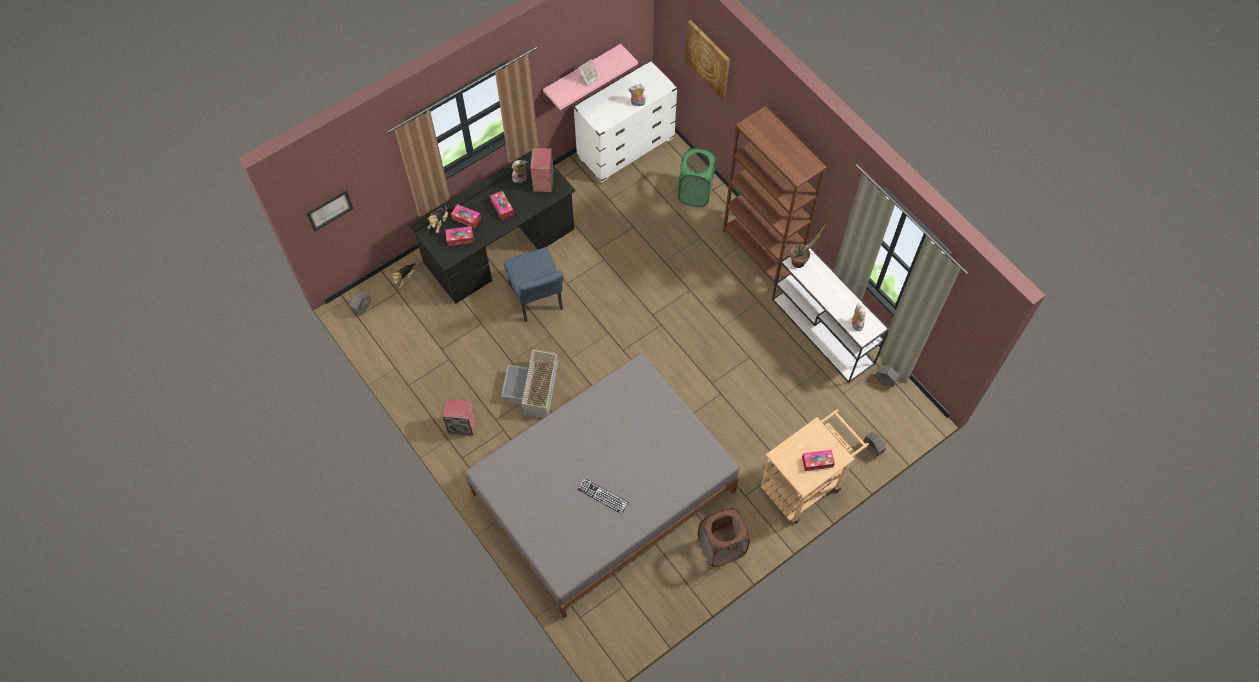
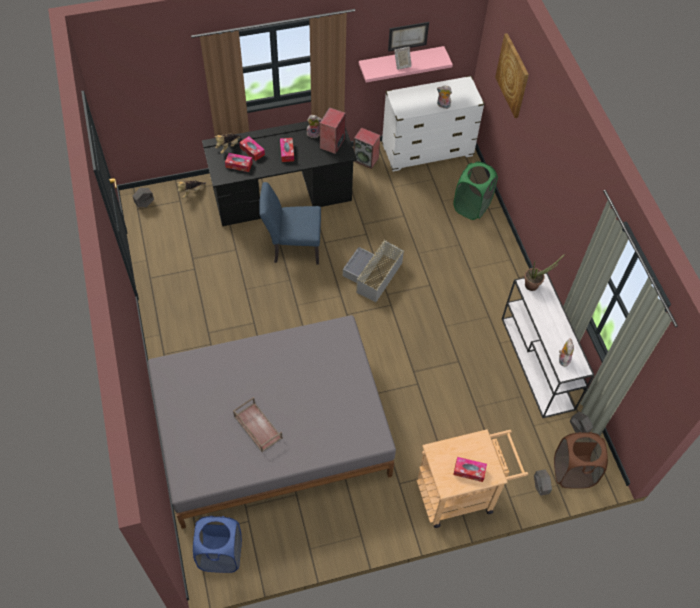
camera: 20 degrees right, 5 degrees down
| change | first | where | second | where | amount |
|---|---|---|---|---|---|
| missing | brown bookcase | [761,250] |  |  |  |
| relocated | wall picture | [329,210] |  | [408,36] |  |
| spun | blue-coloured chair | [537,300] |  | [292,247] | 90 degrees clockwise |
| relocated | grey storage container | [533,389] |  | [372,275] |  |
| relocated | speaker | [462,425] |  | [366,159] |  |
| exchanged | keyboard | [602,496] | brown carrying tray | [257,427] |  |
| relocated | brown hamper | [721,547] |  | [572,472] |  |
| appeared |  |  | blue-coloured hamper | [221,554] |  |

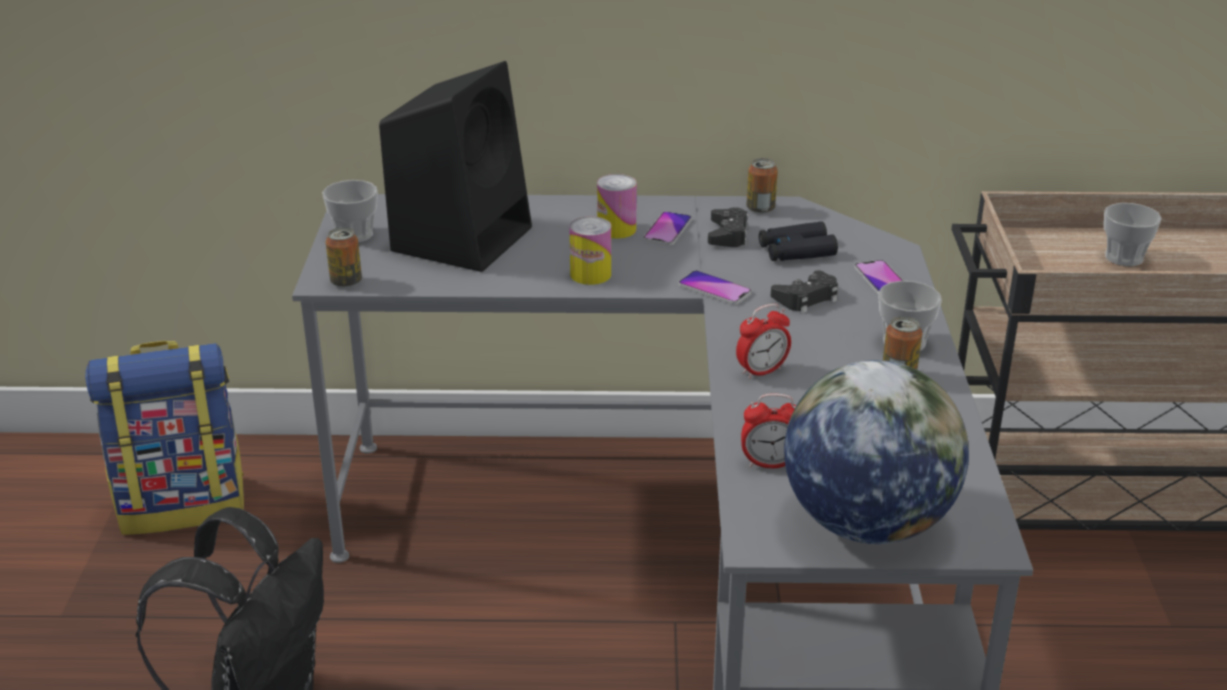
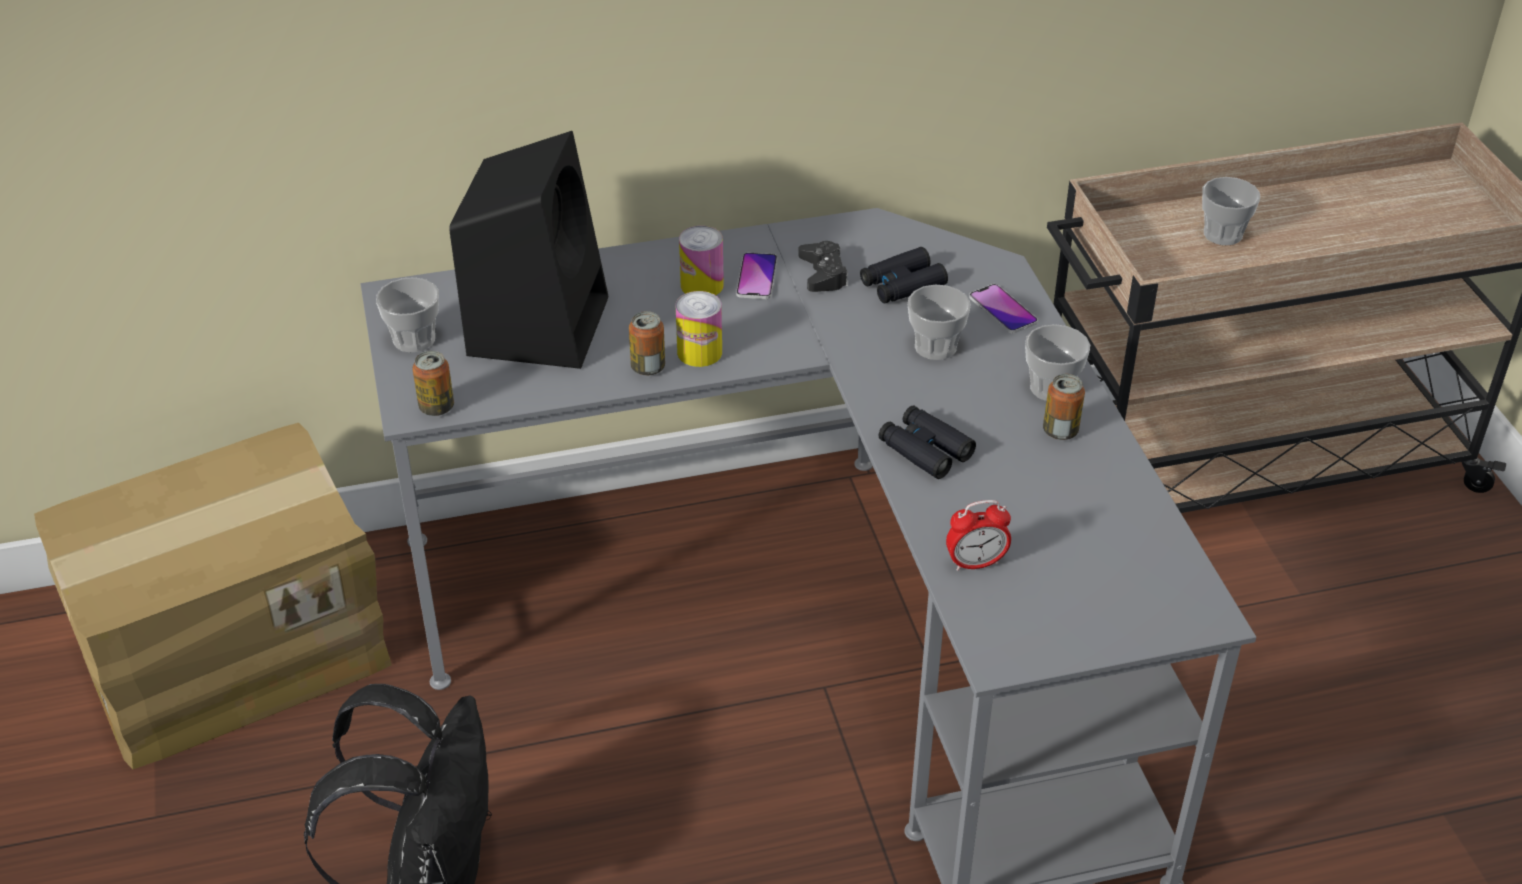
camera: 15 degrees left, 10 degrees up
| change | first | where | second | where | amount |
|---|---|---|---|---|---|
| relocated | metal can | [760,209] |  | [648,367] |  |
| missing | phone | [714,289] |  |  |  |
| exchanged | black joypad | [806,298] | small cup | [935,347] |  |
| exchanged | table clock | [761,371] | black binoculars | [925,450] |  |
| exchanged | rucksack | [183,504] | packing box | [234,652] |  |
| missing | globe | [866,523] |  |  |  |

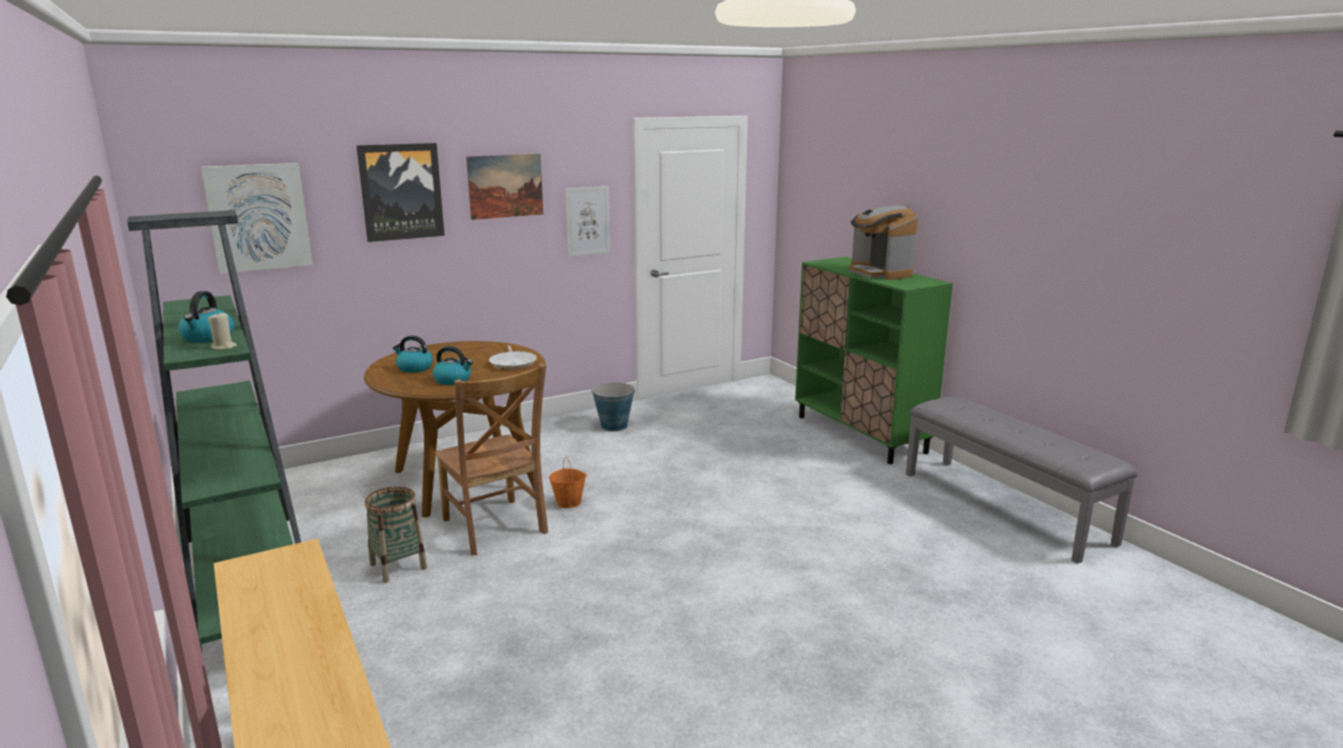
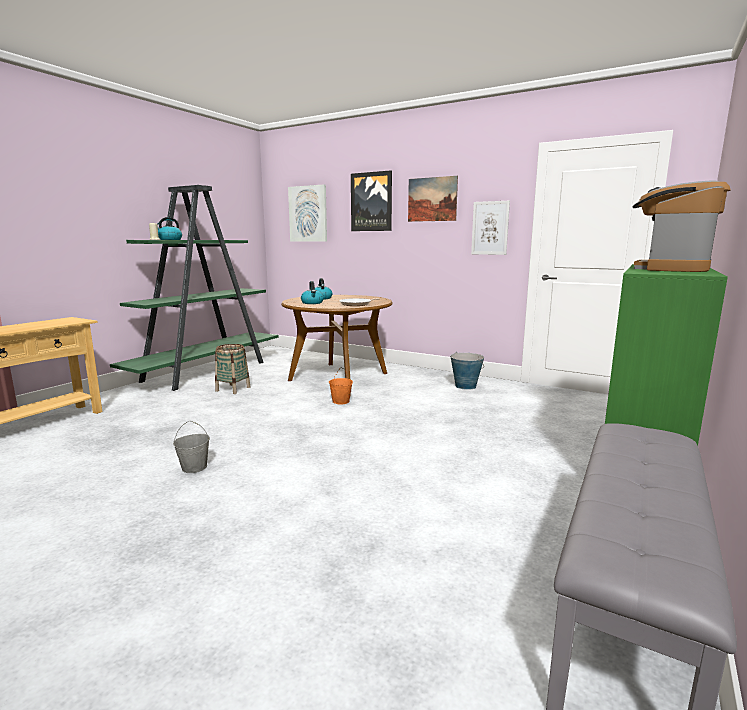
camera: 60 degrees right, 5 degrees down
| change | first | where | second | where | amount |
|---|---|---|---|---|---|
| missing | brown chair | [495,528] |  |  |  |
| appeared |  |  | grey water bucket | [194,467] |  |

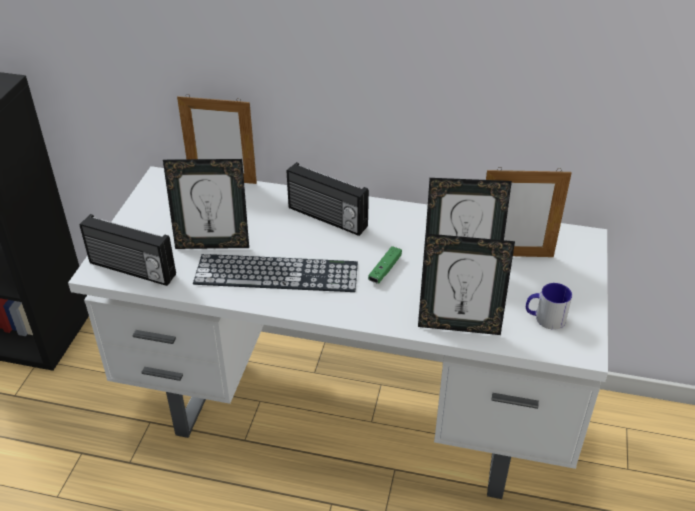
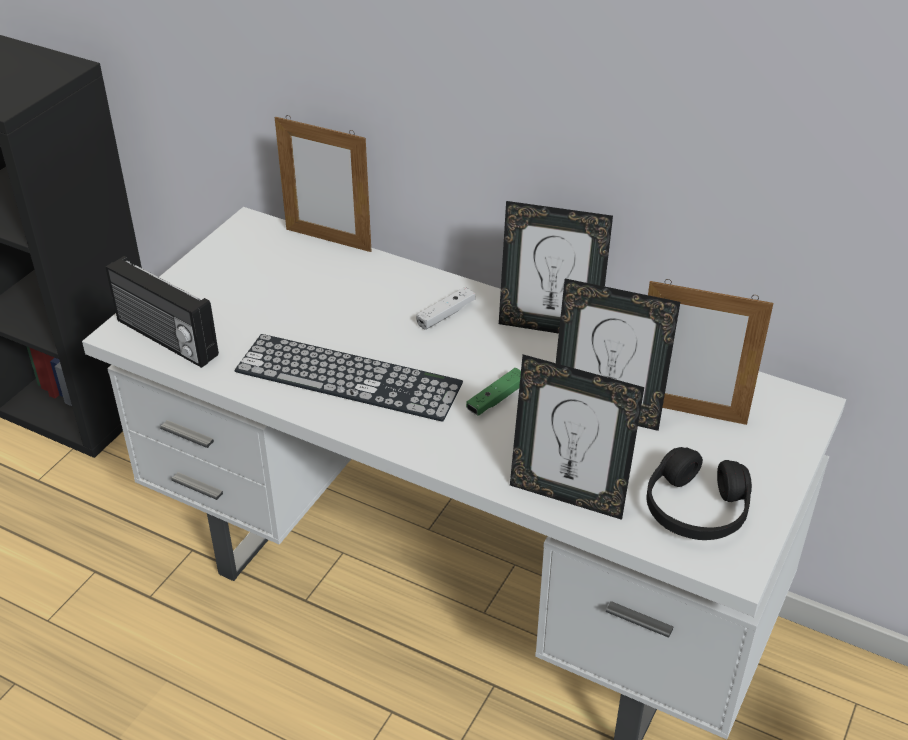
camera: 15 degrees right, 0 degrees up
| change | first | where | second | where | amount |
|---|---|---|---|---|---|
| relocated | picture frame | [212,244] |  | [549,326] |  |
| exchanged | radio set | [326,218] | white joypad | [446,314] |  |
| exchanged | tea mug | [544,318] | black headphones | [696,509] |  |

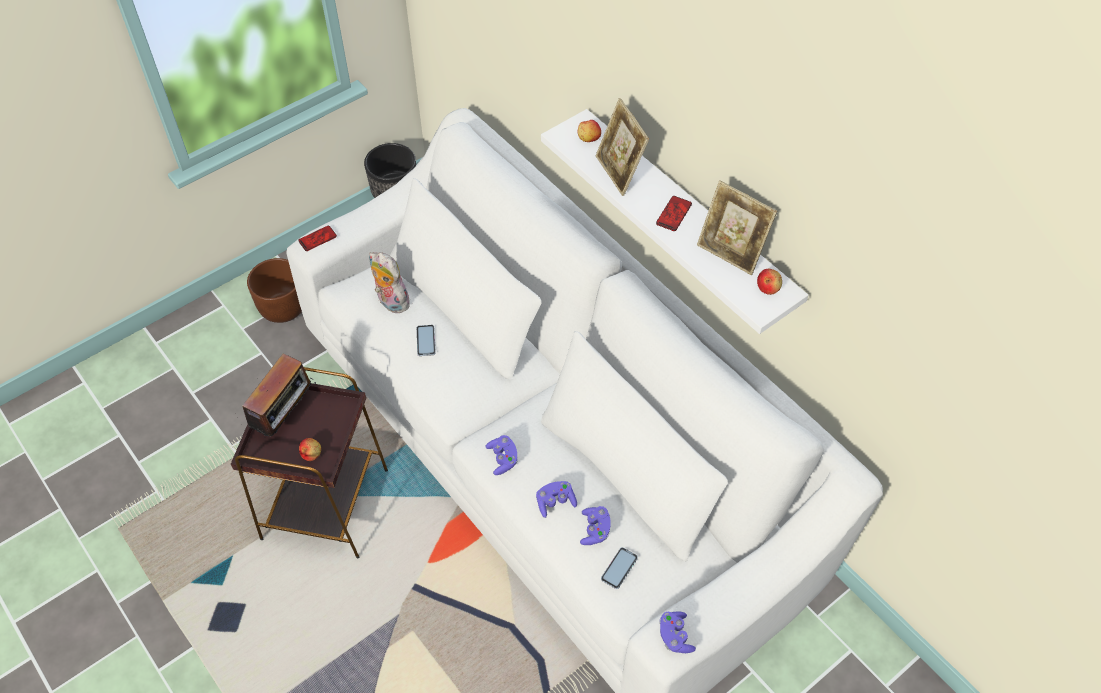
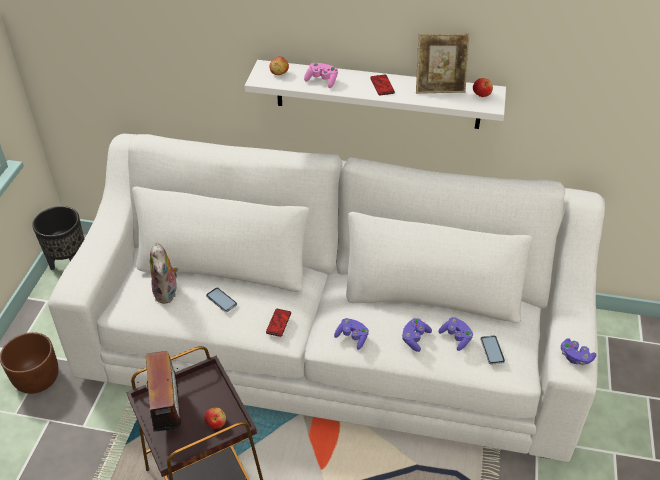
camera: 40 degrees left, 10 degrees down
| change | first | where | second | where | amount |
|---|---|---|---|---|---|
| exchanged | picture frame | [619,172] | pinkish joypad | [322,81] |  |
| relocated | phone | [317,239] |  | [278,323] |  |
| spun | soft toy | [390,302] |  | [167,293] | 105 degrees counterclockwise |

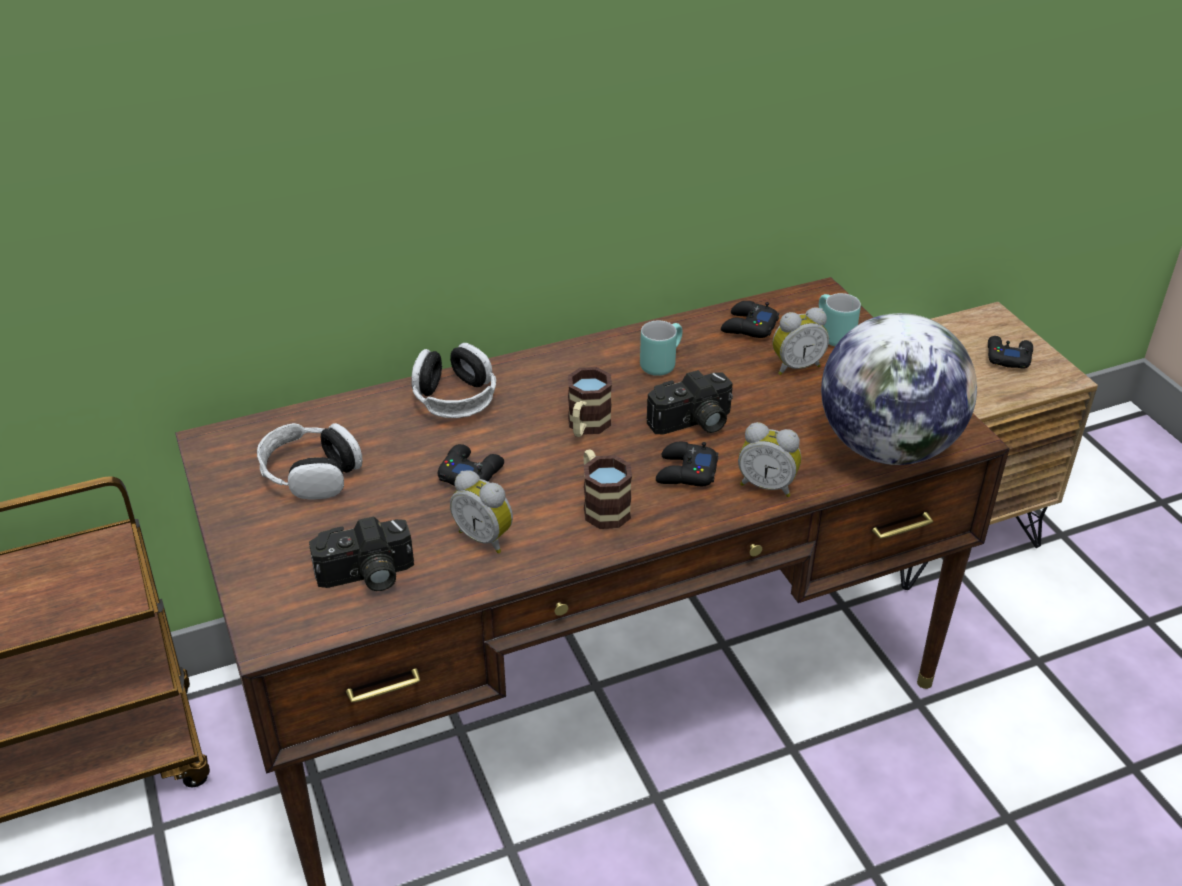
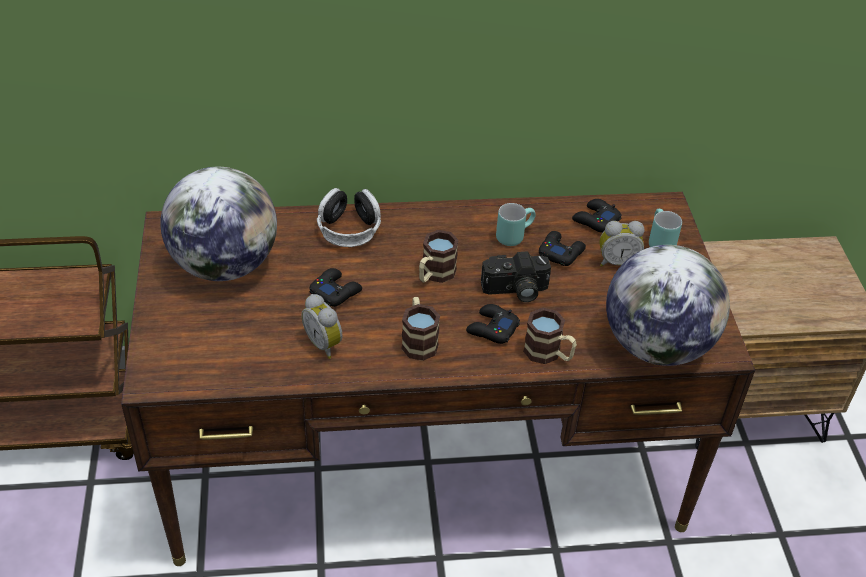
camera: 15 degrees right, 5 degrees up
| change | first | where | second | where | amount |
|---|---|---|---|---|---|
| relocated | black joypad | [1007,357] |  | [560,252] |  |
| exchanged | table clock | [767,485] | tea mug | [548,354] |  |
| exchanged | headphones | [311,473] | globe | [224,265] |  |
| missing | photo camera | [366,576] |  |  |  |

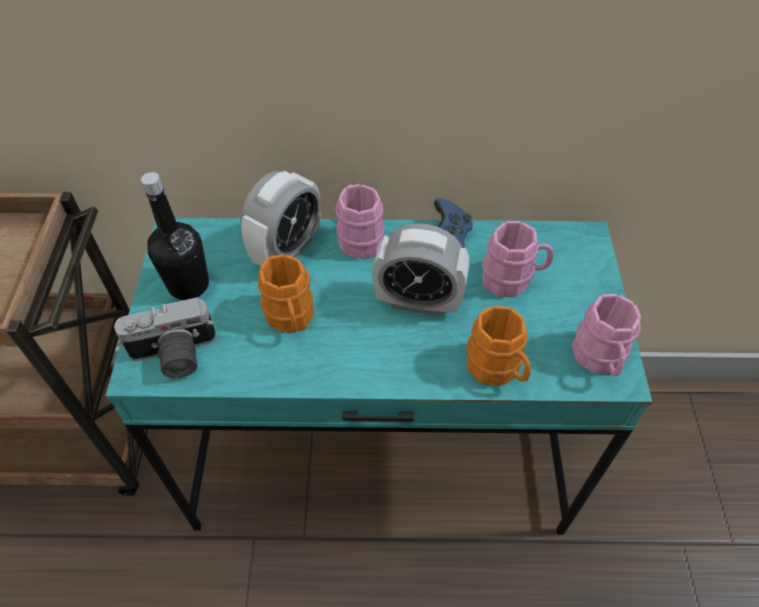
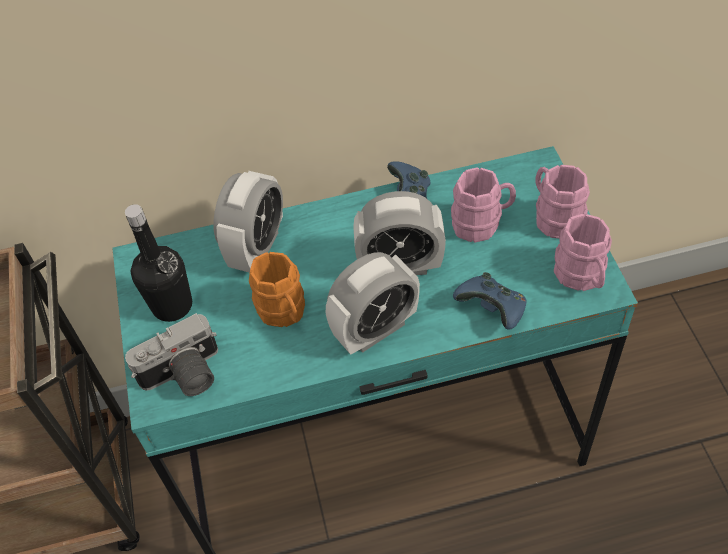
camera: 10 degrees left, 0 degrees up
| change | first | where | second | where | amount |
|---|---|---|---|---|---|
| relocated | pinkish tea mug | [358,237] |  | [554,217] |  |
| exchanged | orange tea mug | [497,370] | blue-coloured joypad | [492,310] |  |
| appeared |  |  | table clock | [375,329] |  |

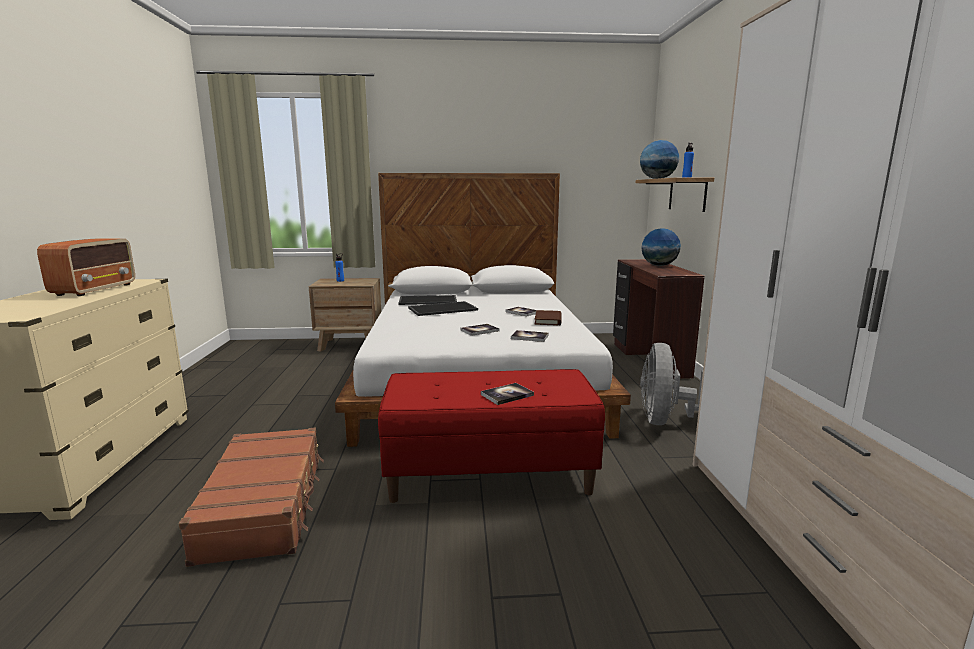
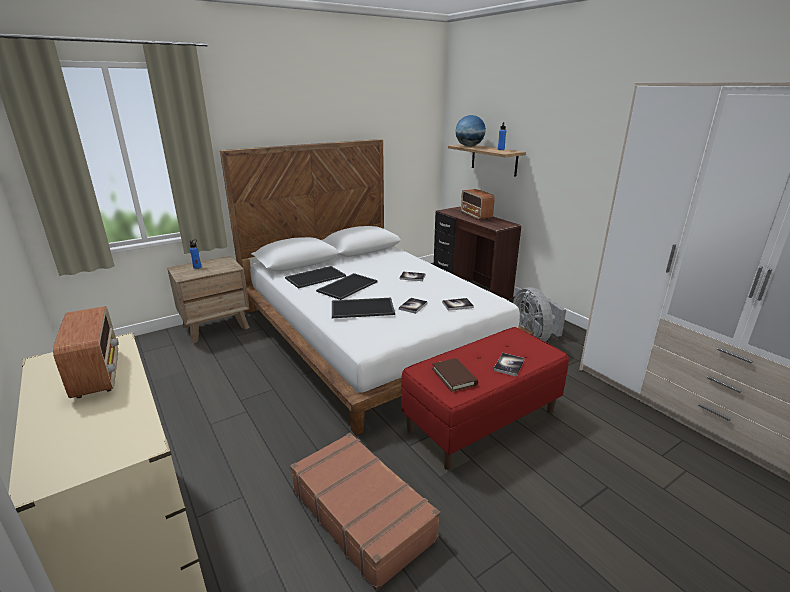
camera: 30 degrees left, 10 degrees up
| change | first | where | second | where | amount |
|---|---|---|---|---|---|
| exchanged | globe | [659,265] | radio set | [476,215] |  |
| relocated | brown volume | [548,320] |  | [454,377] |  |
| appeared |  |  | carrying tray | [363,308] |  |

